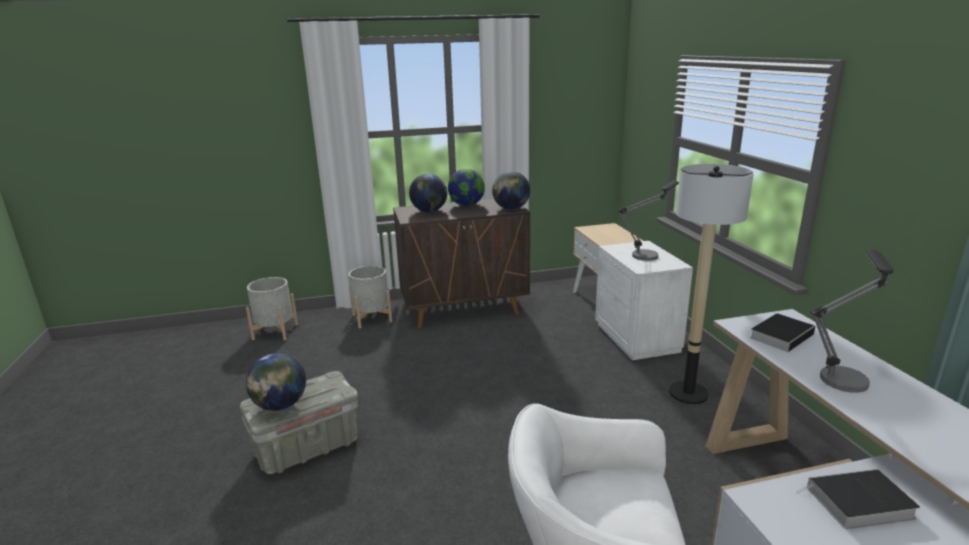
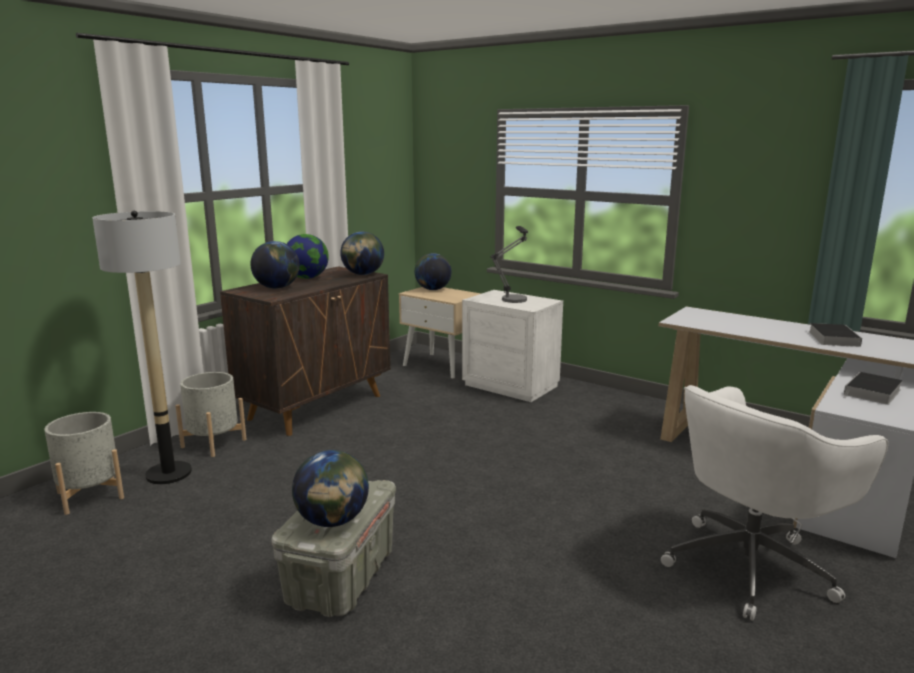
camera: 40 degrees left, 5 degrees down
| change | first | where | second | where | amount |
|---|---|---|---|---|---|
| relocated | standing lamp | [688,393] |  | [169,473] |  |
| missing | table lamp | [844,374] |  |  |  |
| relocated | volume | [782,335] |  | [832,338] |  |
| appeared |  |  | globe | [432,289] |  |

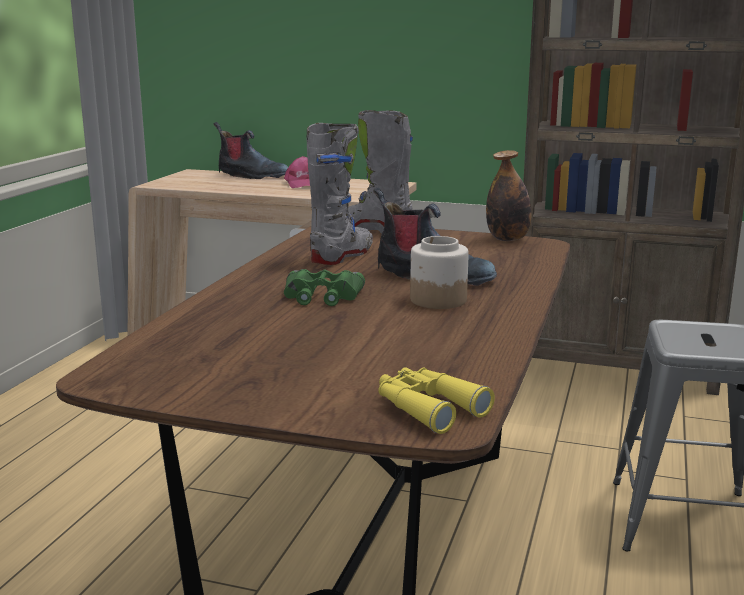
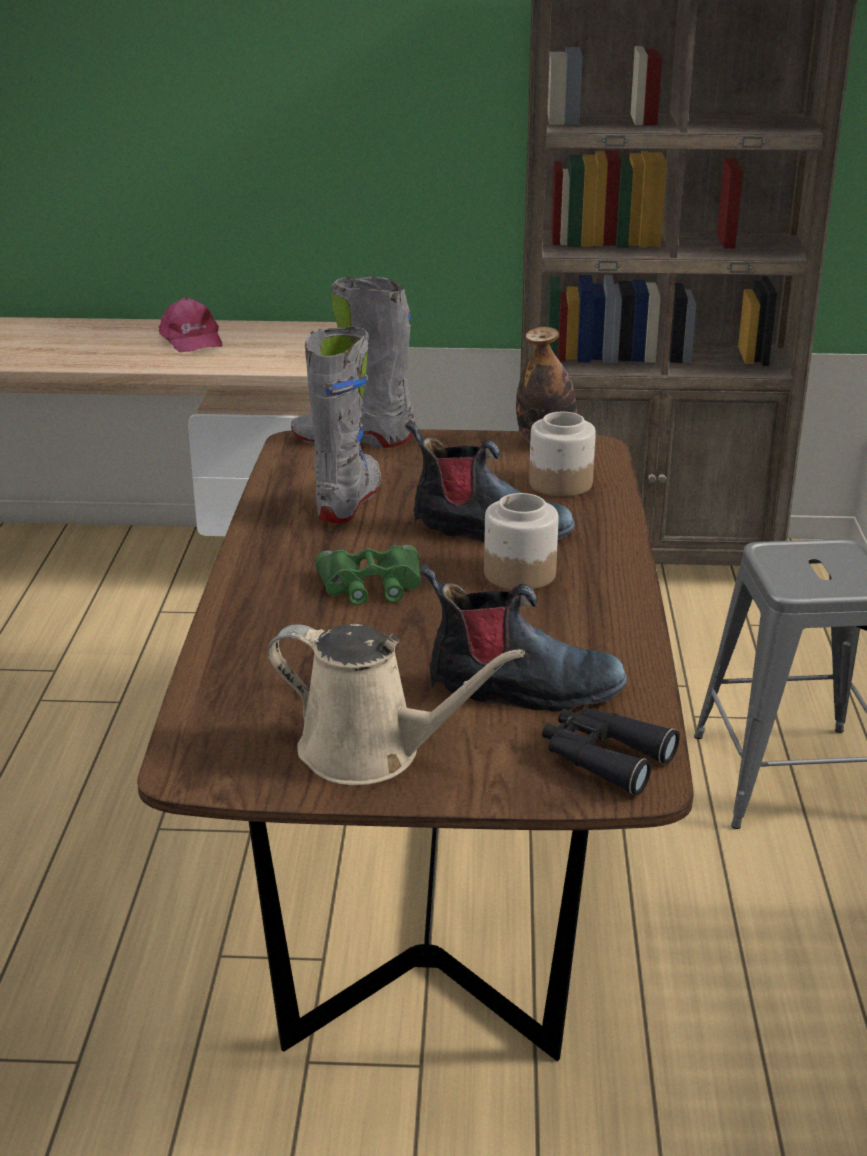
camera: 15 degrees left, 10 degrees up
| change | first | where | second | where | amount |
|---|---|---|---|---|---|
| relocated | tall boot | [251,176] |  | [522,690] |  |
| colour | yellowish binoculars | [427,408] | black binoculars | [603,758] |  |
| appeared |  |  | preserve jar | [560,484] |  |
| appeared |  |  | beige-coloured watering can | [371,752] |  |

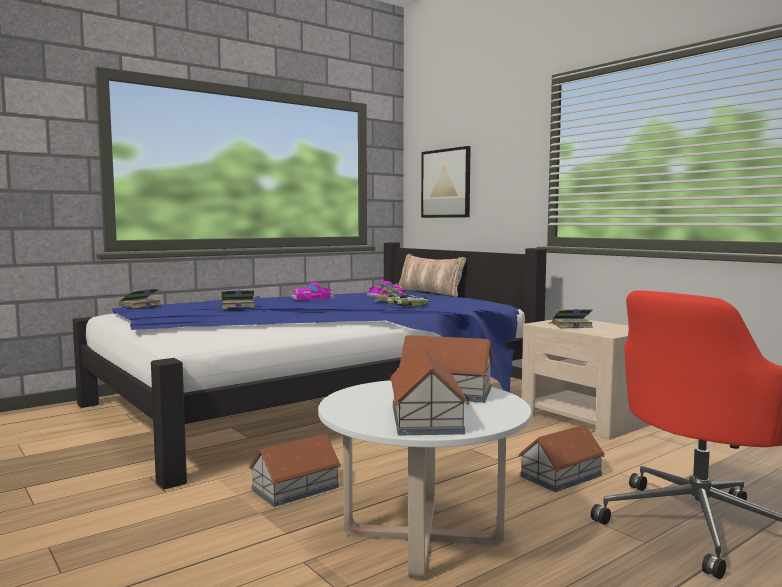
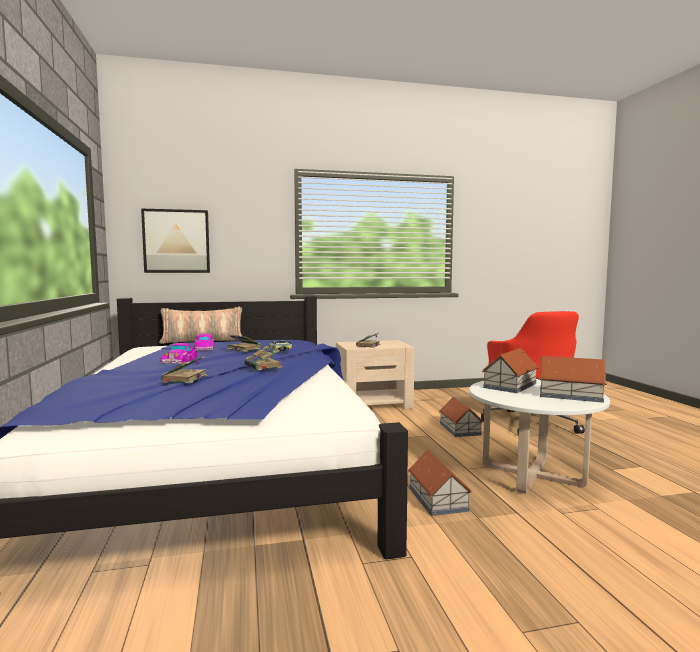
camera: 65 degrees left, 0 degrees up
| change | first | where | second | where | amount |
|---|---|---|---|---|---|
| relocated | volume | [139,306] |  | [263,366] |  |

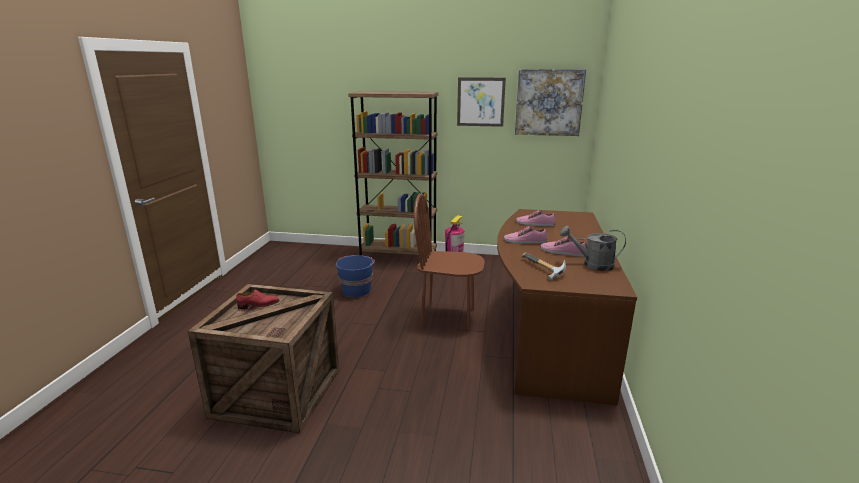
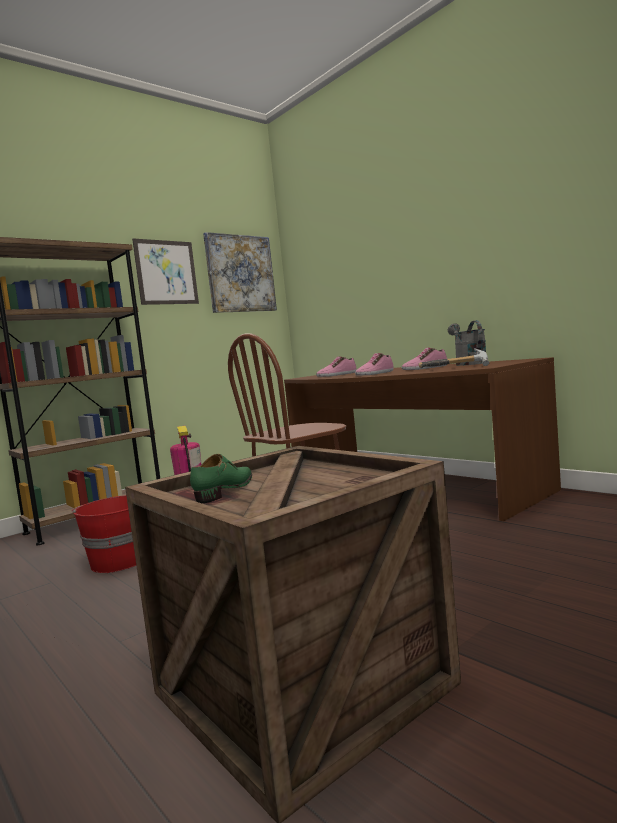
camera: 50 degrees left, 15 degrees down
| change | first | where | second | where | amount |
|---|---|---|---|---|---|
| spun | grey watering can | [592,264] |  | [468,364] | 120 degrees clockwise |
| colour | blue-coloured water bucket | [356,290] | red-coloured water bucket | [118,561] |  |
| colour | red-coloured shoe | [258,305] | green shoe | [226,490] |  |

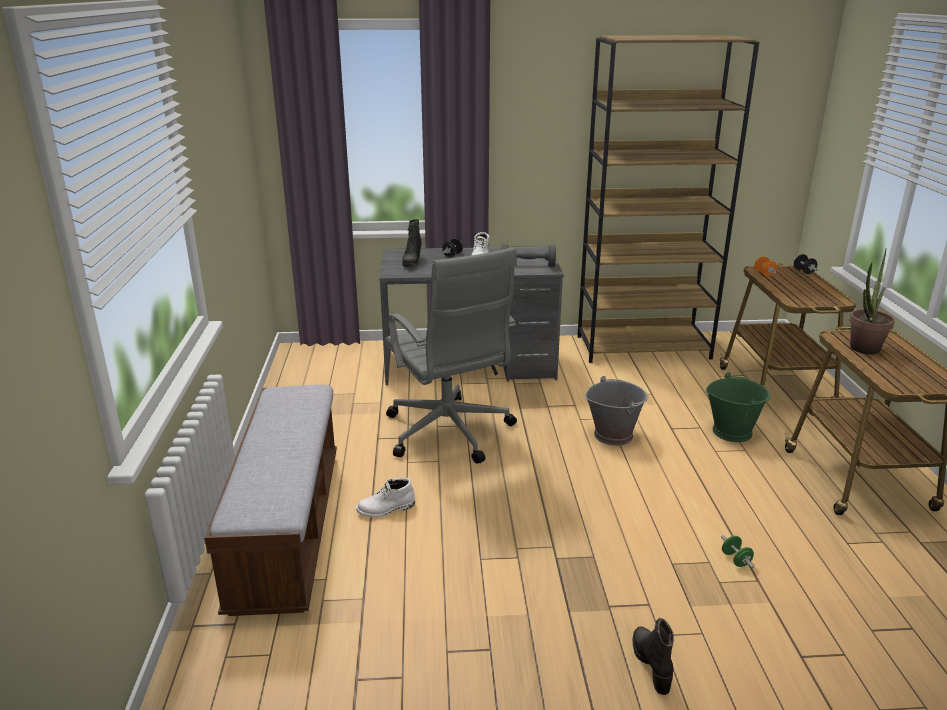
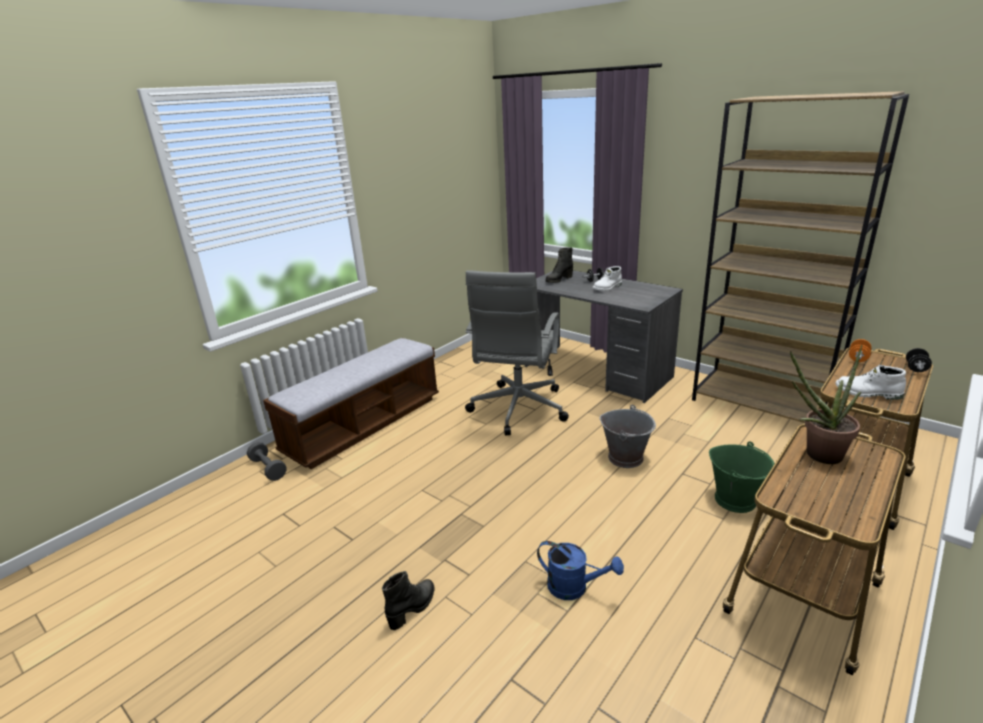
camera: 45 degrees right, 0 degrees up
| change | first | where | second | where | amount |
|---|---|---|---|---|---|
| relocated | grey hand weight | [527,265] |  | [268,469] |  |
| relocated | white tall boot | [386,509] |  | [867,393] |  |
| exchanged | green hand weight | [736,560] | blue-coloured watering can | [574,587] |  |

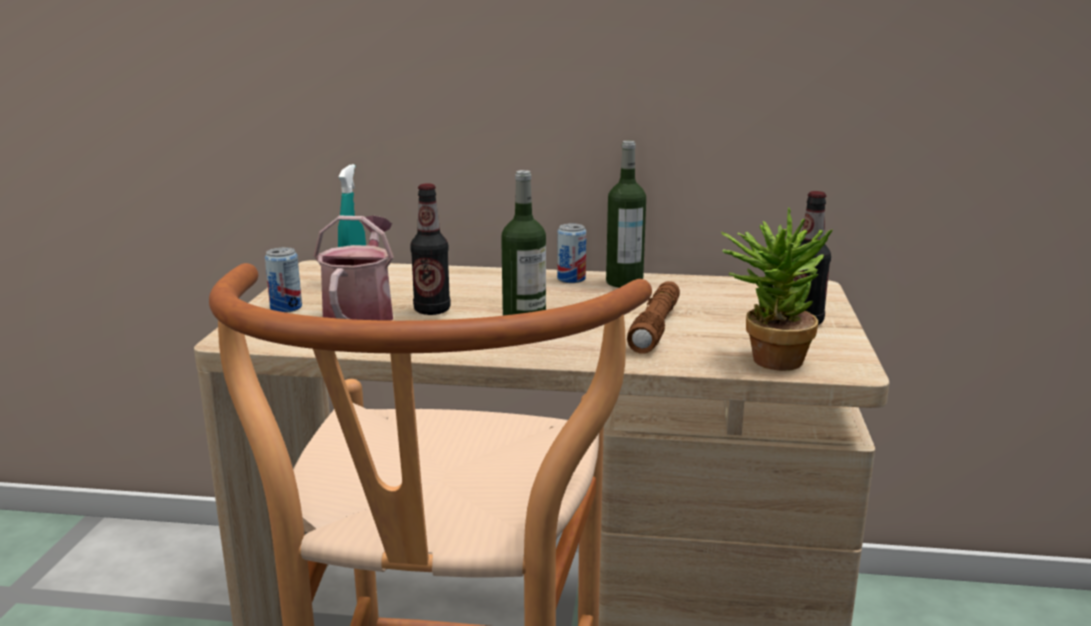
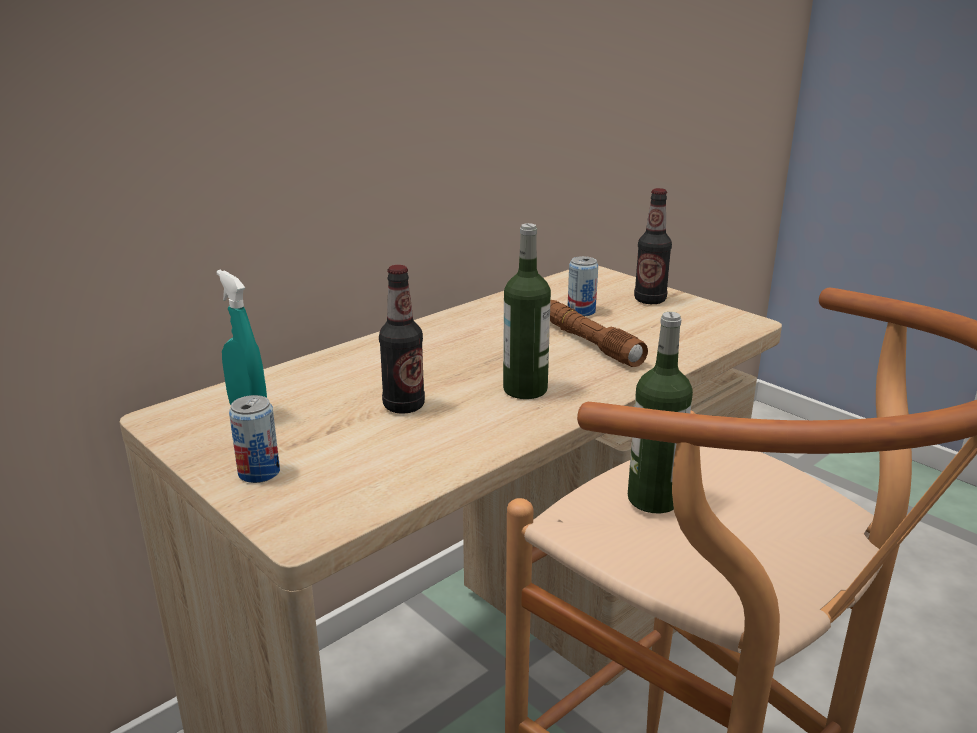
camera: 50 degrees left, 5 degrees up
| change | first | where | second | where | amount |
|---|---|---|---|---|---|
| relocated | drink bottle | [624,282] |  | [653,499] |  |
| missing | potted plant | [767,358] |  |  |  |
| missing | watering can | [361,313] |  |  |  |
| relocated | metal can | [571,279] |  | [581,311] |  |

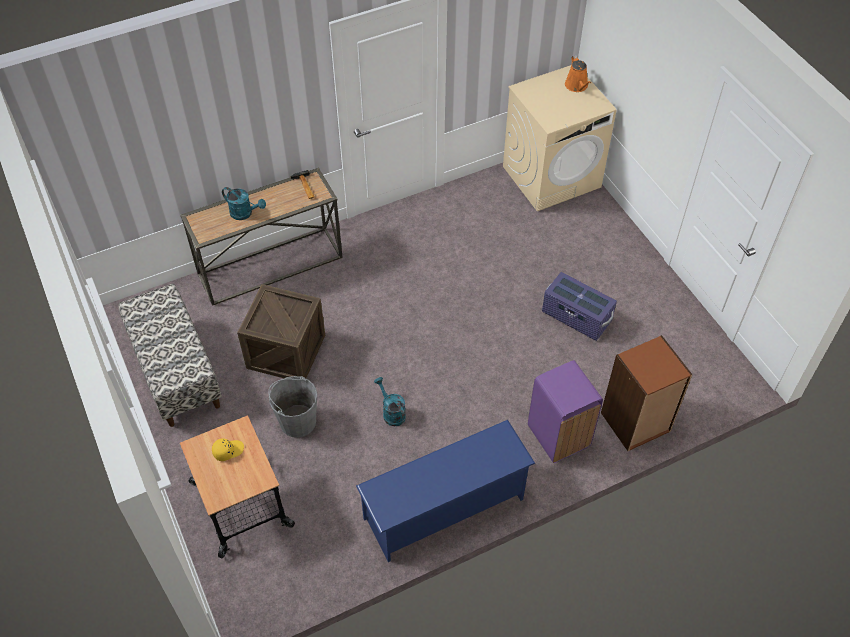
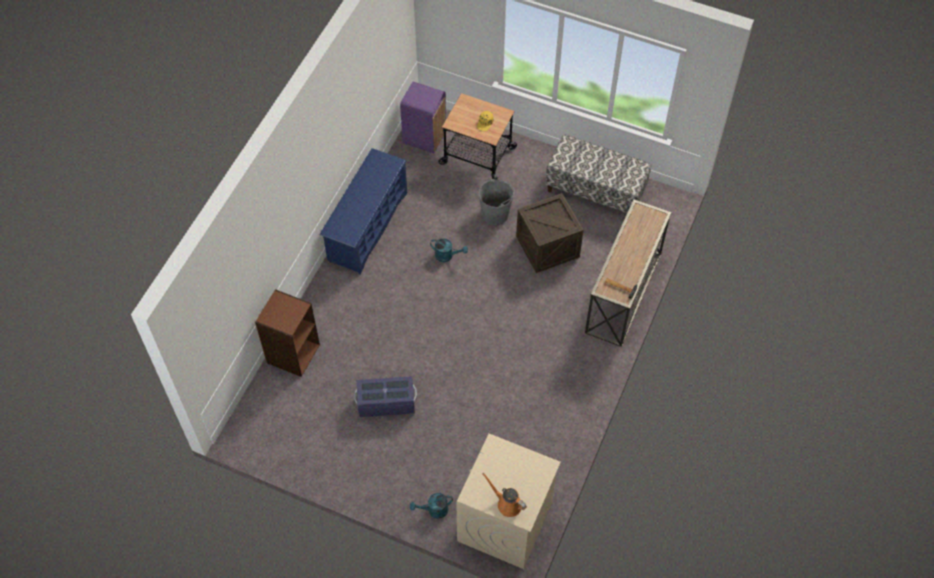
camera: 140 degrees right, 5 degrees up
| change | first | where | second | where | amount |
|---|---|---|---|---|---|
| relocated | turquoise-coloured watering can | [245,213] |  | [434,510] |  |
| relocated | purplish rubbish bin | [559,435] |  | [424,138] |  |

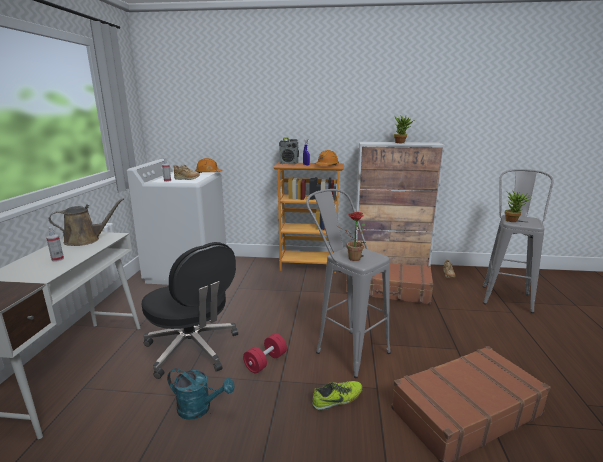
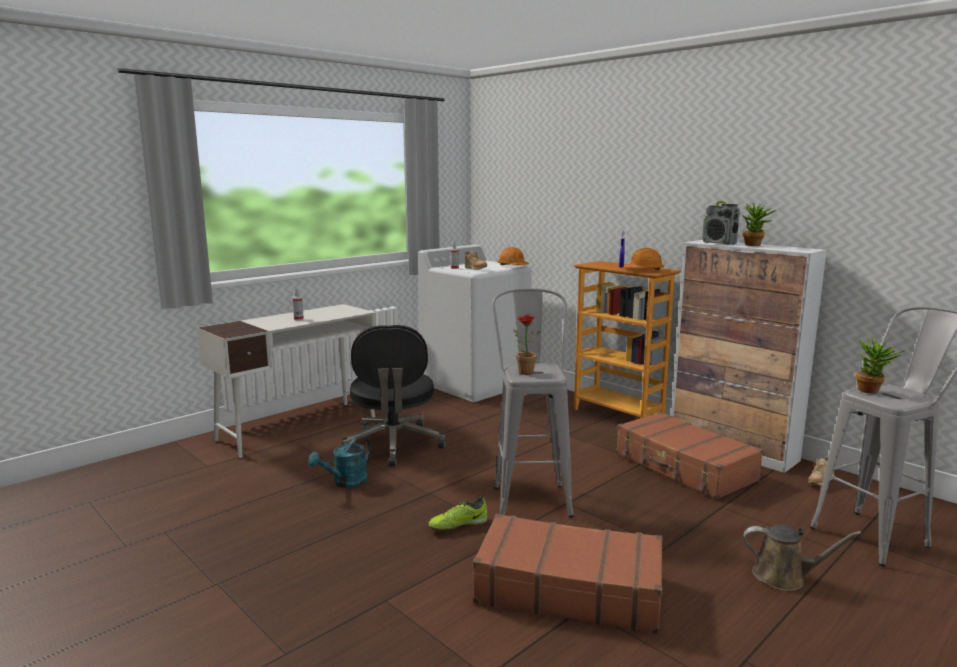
camera: 40 degrees right, 5 degrees down
| change | first | where | second | where | amount |
|---|---|---|---|---|---|
| relocated | radio set | [289,163] |  | [719,243] |  |
| relocated | brown watering can | [86,240] |  | [784,577] |  |
| missing | red-coloured hand weight | [265,362] |  |  |  |
| spun | turquoise-coloured watering can | [200,408] |  | [345,483] | 75 degrees clockwise |
| spun | shoe | [338,399] |  | [458,525] | 135 degrees clockwise |

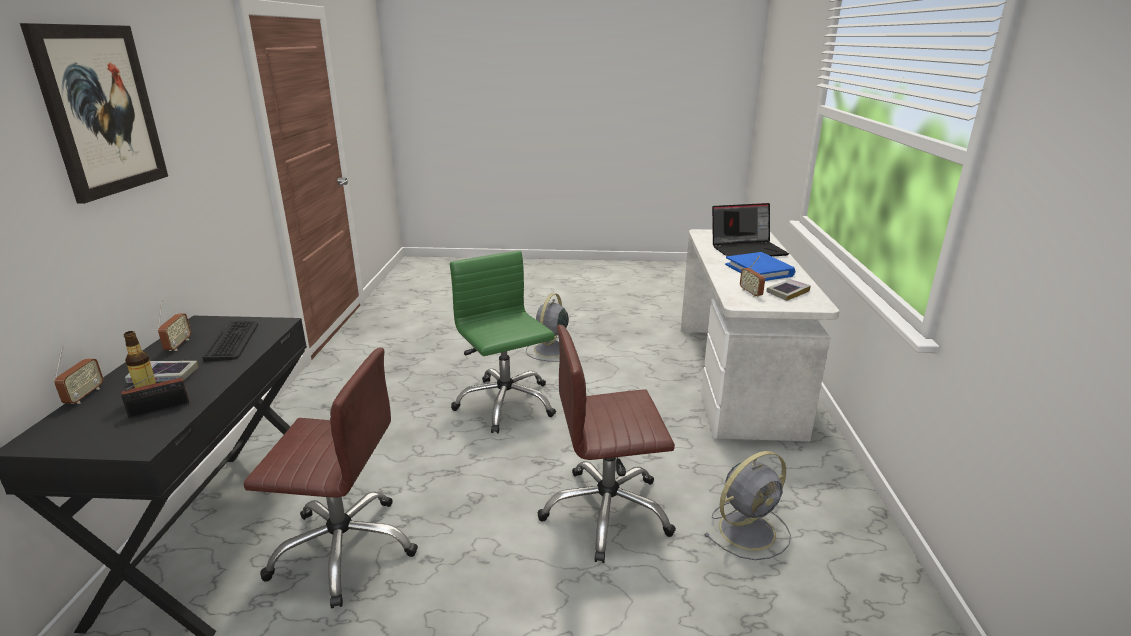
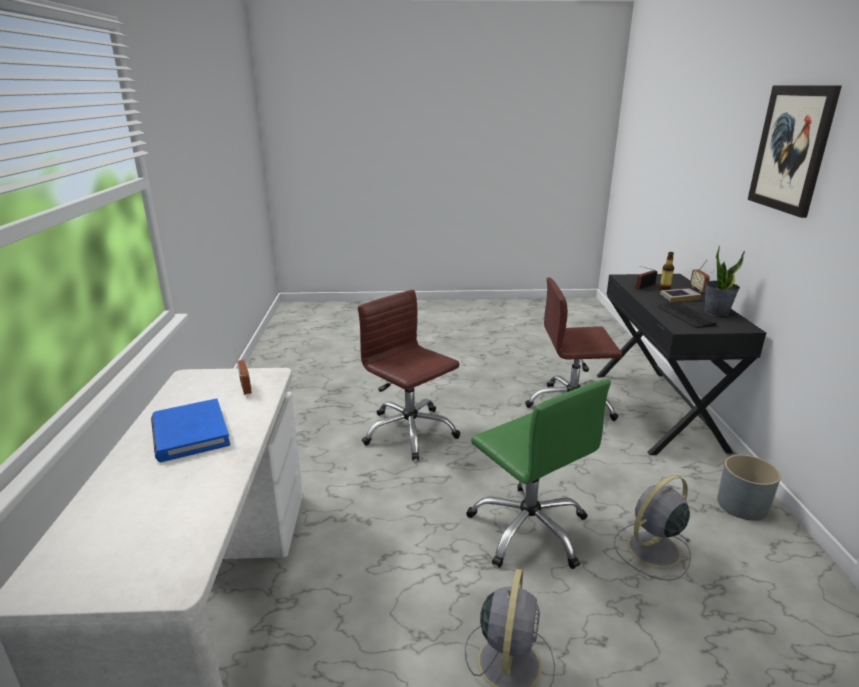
camera: 175 degrees right, 0 degrees up
| change | first | where | second | where | amount |
|---|---|---|---|---|---|
| missing | portable computer | [748,250] |  |  |  |
| missing | volume | [787,292] |  |  |  |
| exchanged | radio set | [178,345] | potted plant | [716,312] |  |
| spun | brown office chair | [606,512] |  | [409,432] | 120 degrees counterclockwise |
| relocated | grey electric fan | [749,529] |  | [652,550] |  |
| appeared |  |  | grey flower pot | [742,505] |  |

